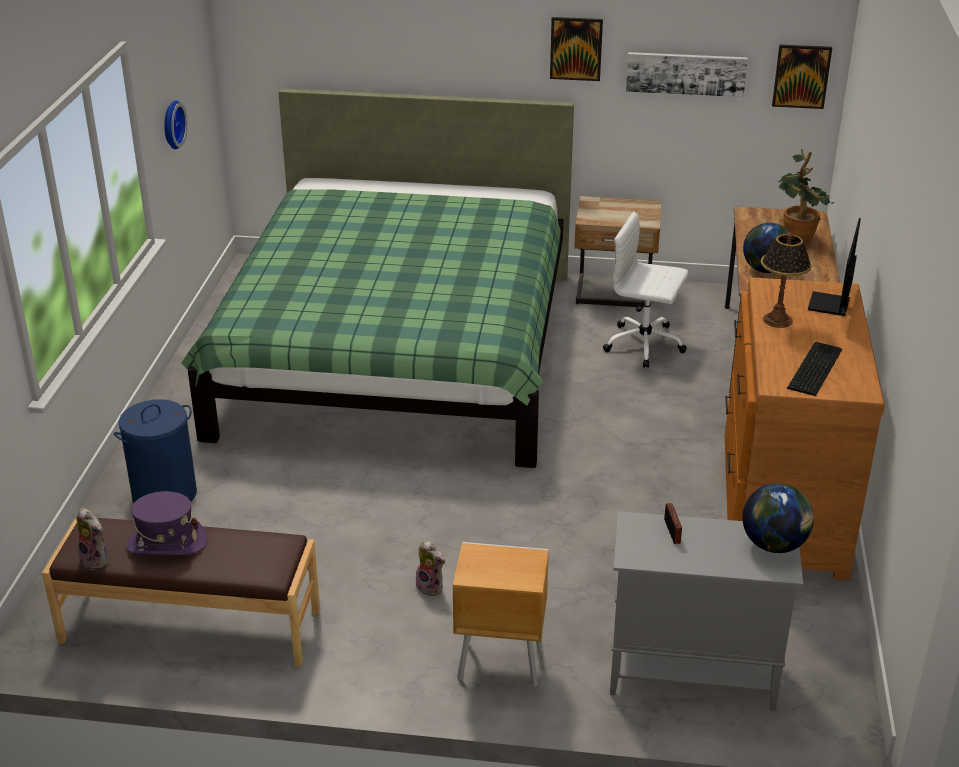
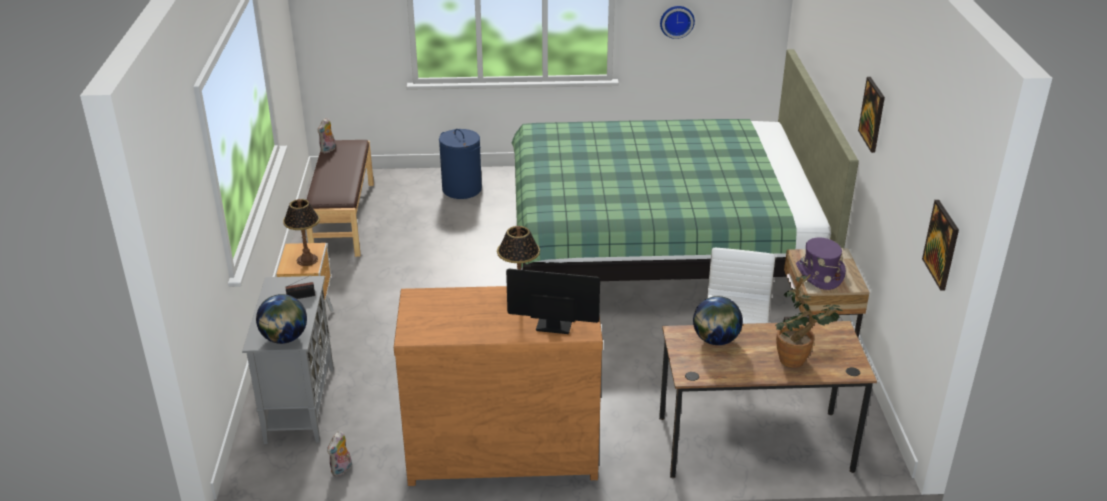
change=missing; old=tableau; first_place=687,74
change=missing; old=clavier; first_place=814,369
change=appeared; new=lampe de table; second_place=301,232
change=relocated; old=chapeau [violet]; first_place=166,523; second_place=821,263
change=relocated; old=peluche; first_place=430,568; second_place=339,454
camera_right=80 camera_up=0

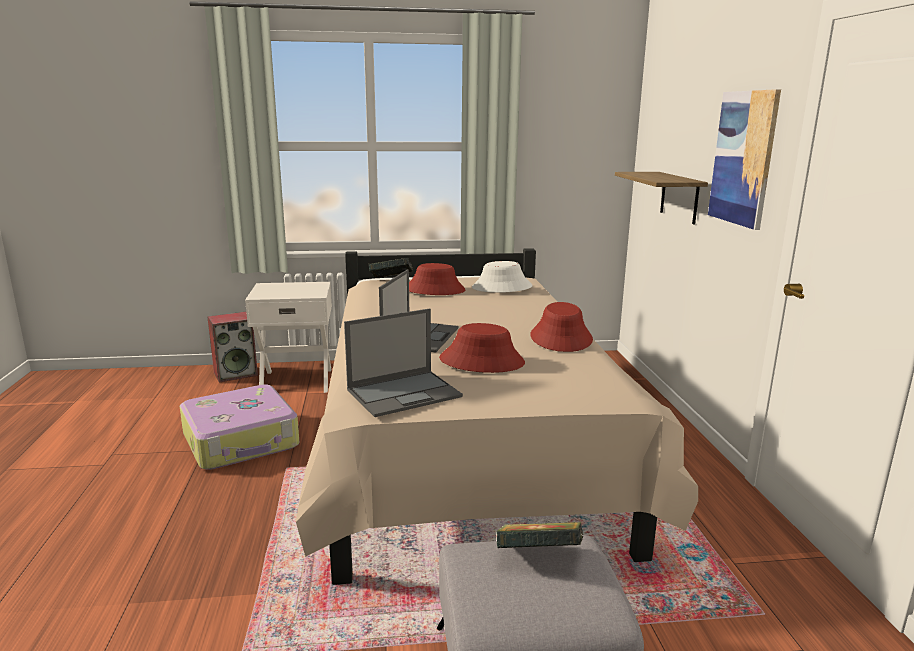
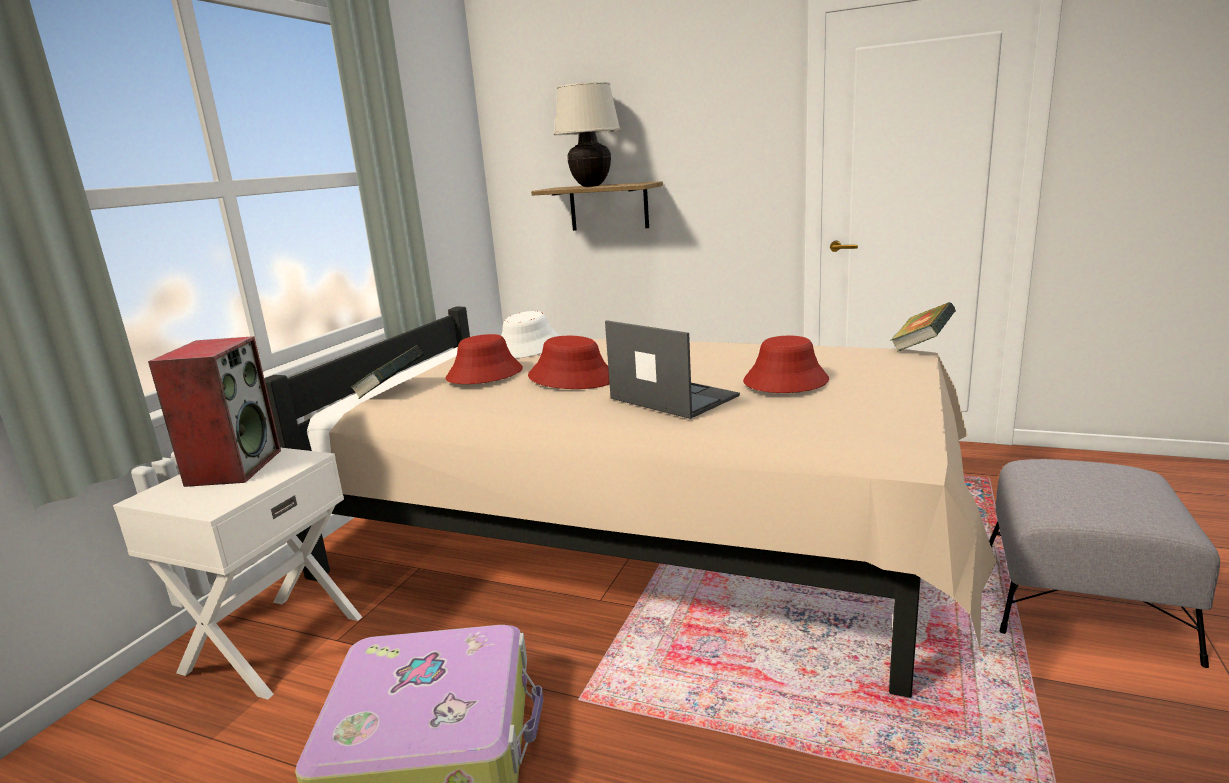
change=missing; old=ordinateur portable; first_place=403,362
change=missing; old=tableau; first_place=744,159
change=appeared; new=lampe de table [beige]; second_place=587,134
change=relocated; old=enceinte; first_place=233,347; second_place=214,411
change=relocated; old=livre; first_place=539,535; second_place=923,327
change=relocated; old=chapeau [rouge]; first_place=561,327; second_place=569,362
camera_right=-60 camera_up=0

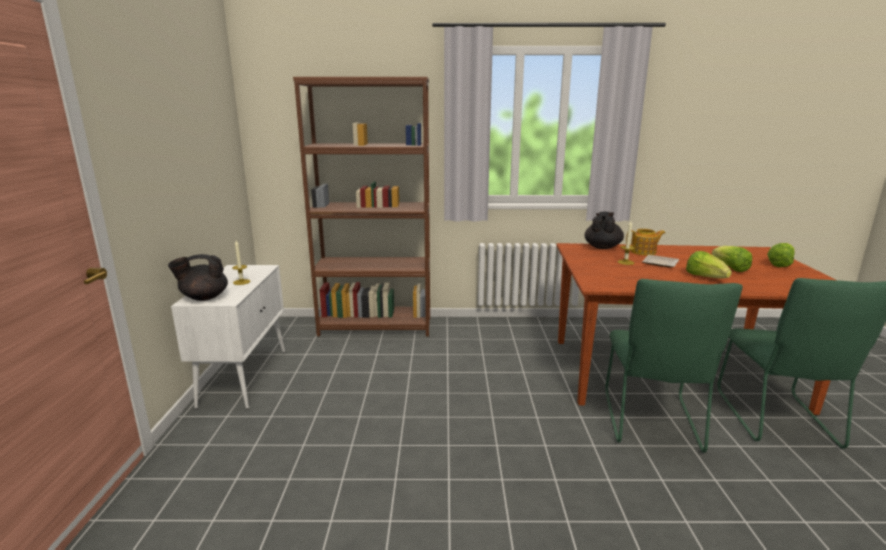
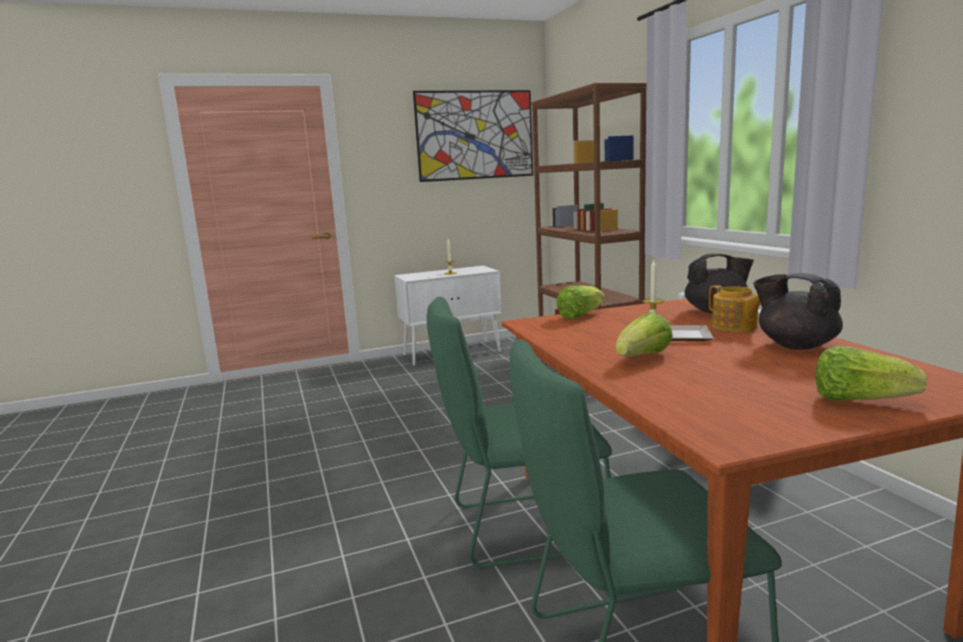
change=appeared; new=tableau; second_place=473,136
change=relocated; old=théière [noir]; first_place=198,277; second_place=798,311
change=relocated; old=laitue; first_place=732,259; second_place=580,302
camera_right=70 camera_up=-5

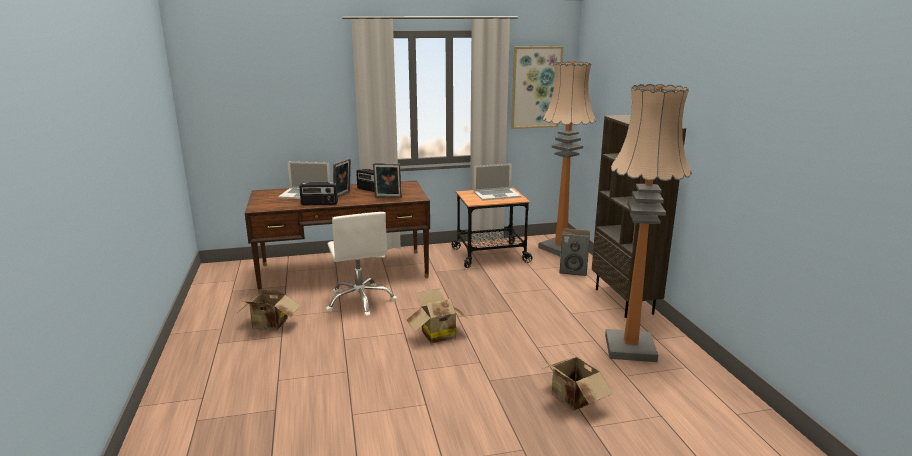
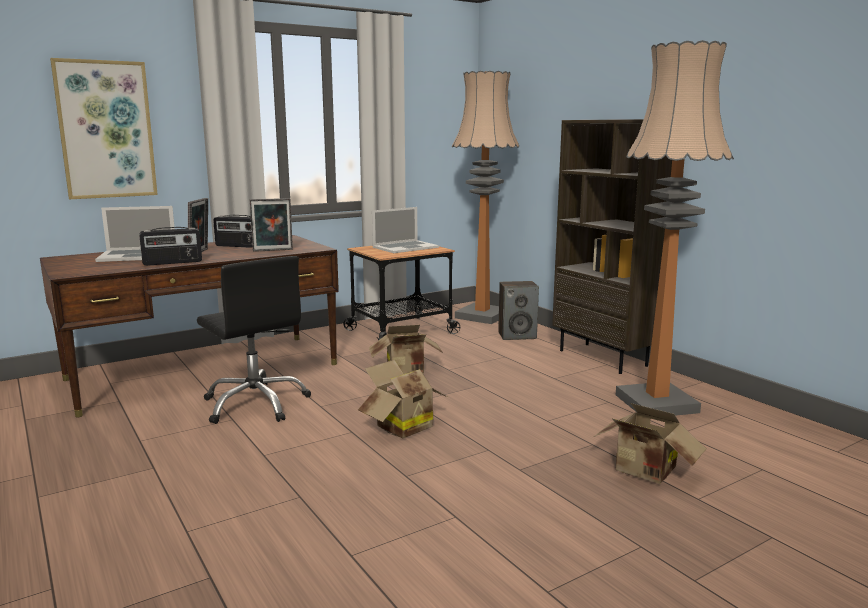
change=relocated; old=carton; first_place=269,310; second_place=406,349
change=relocated; old=tableau; first_place=537,87; second_place=104,128
change=colour; old=chaise de bureau [blanc]; new=chaise de bureau [noir]; first_place=361,264; second_place=254,340
camera_right=-20 camera_up=-5

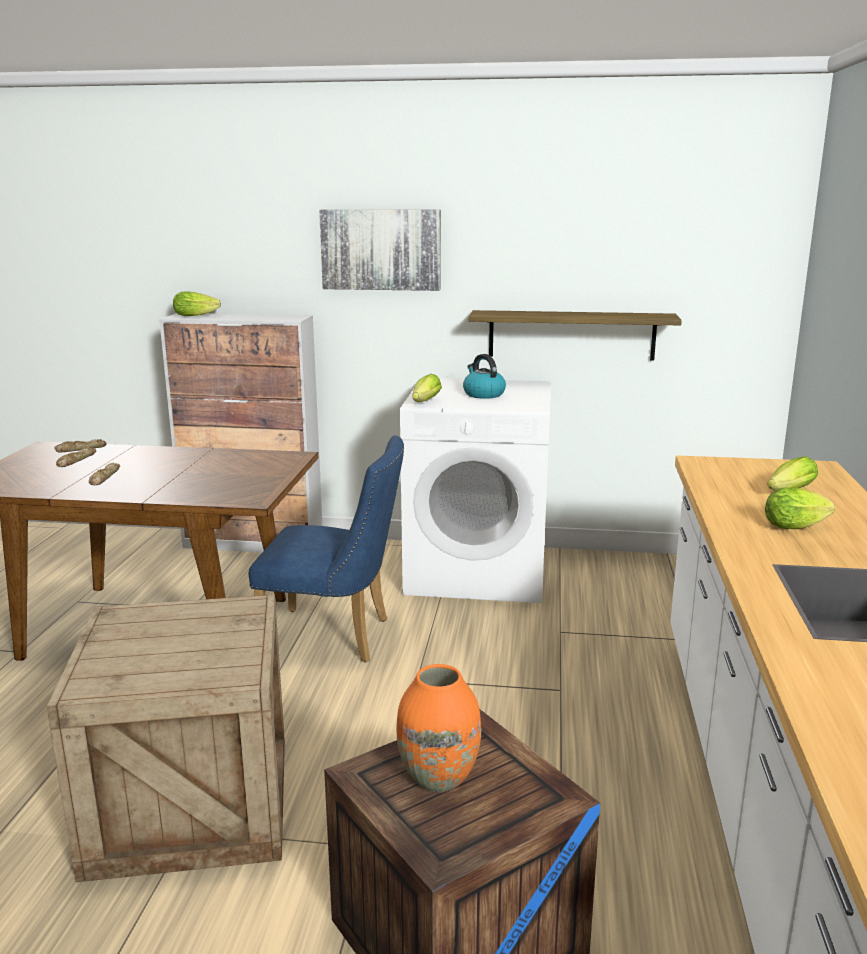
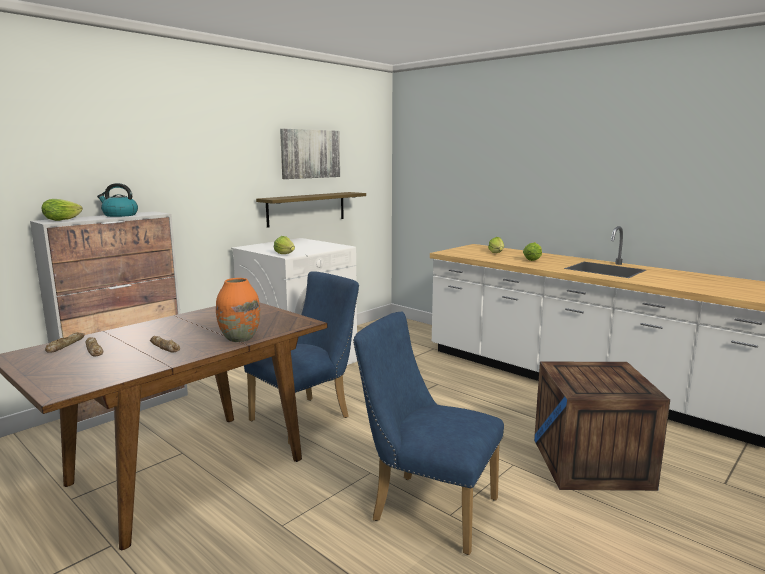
change=relocated; old=tableau; first_place=380,250; second_place=310,154
change=relocated; old=vase [orange]; first_place=439,728; second_place=238,310
change=relocated; old=bouilloire; first_place=484,376; second_place=117,200
change=exchanged; old=caisse; new=chaise [bleu]; first_place=165,738; second_place=428,433
camera_right=-55 camera_up=-5

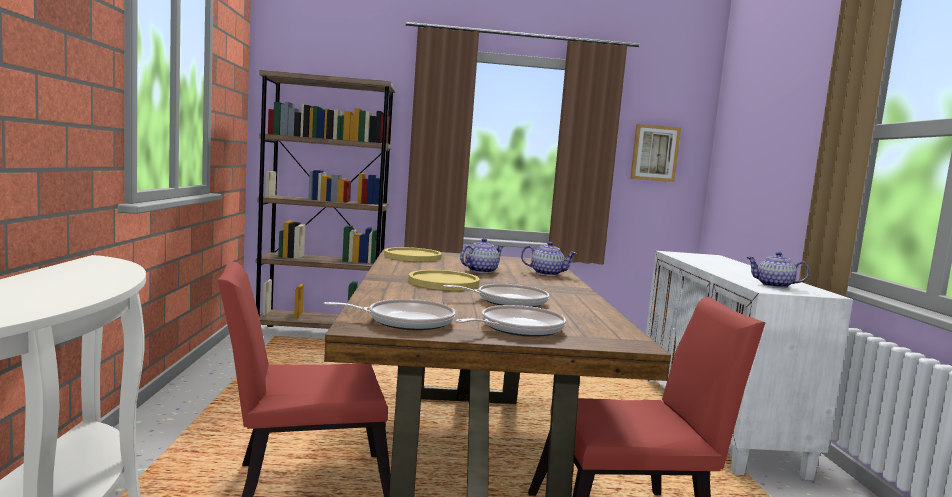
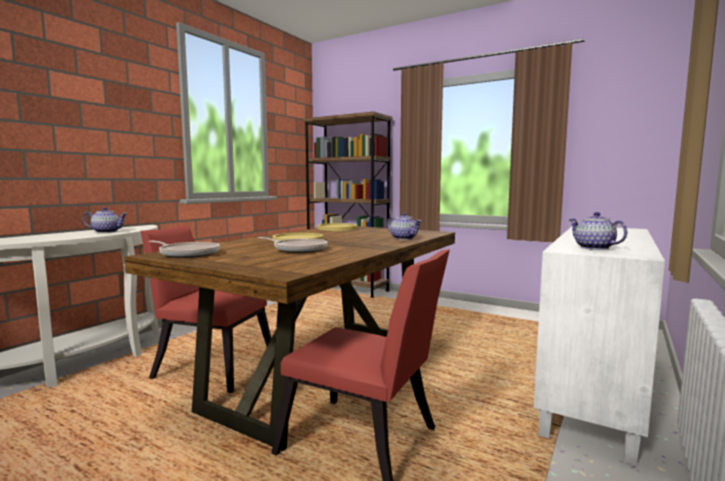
change=missing; old=poêle; first_place=510,321
change=missing; old=tableau; first_place=655,153
change=relocated; old=théière; first_place=482,255; second_place=104,220
camera_right=35 camera_up=0

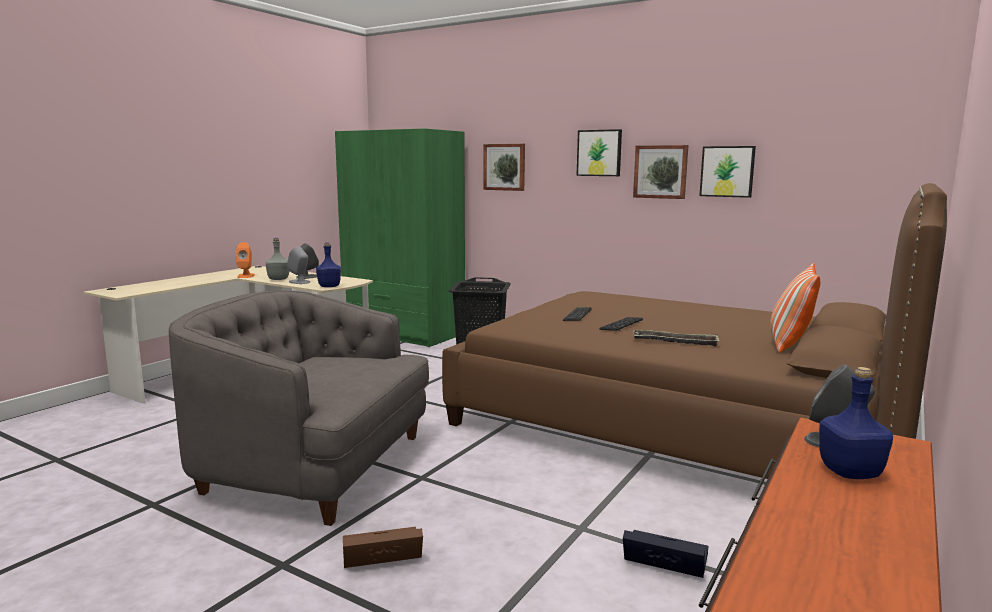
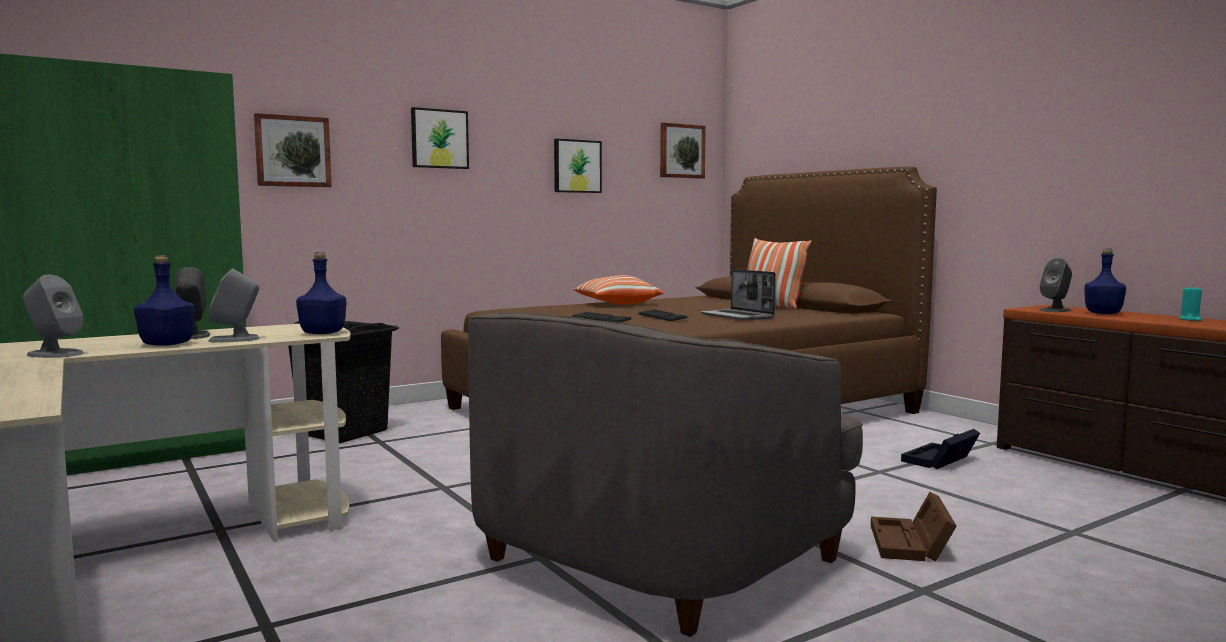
change=appeared; new=coussin; second_place=618,290
change=appeared; new=bougie [turquoise]; second_place=1190,303
change=relocated; old=tableau; first_place=661,172; second_place=683,151
change=exchanged; old=plateau; new=ordinateur portable; first_place=676,338; second_place=738,294
change=colour; old=enceinte [orange]; new=enceinte [gris]; first_place=245,260; second_place=53,316
change=colour; old=bouteille [gris]; new=bouteille [bleu]; first_place=277,259; second_place=164,300
camera_right=-65 camera_up=-5

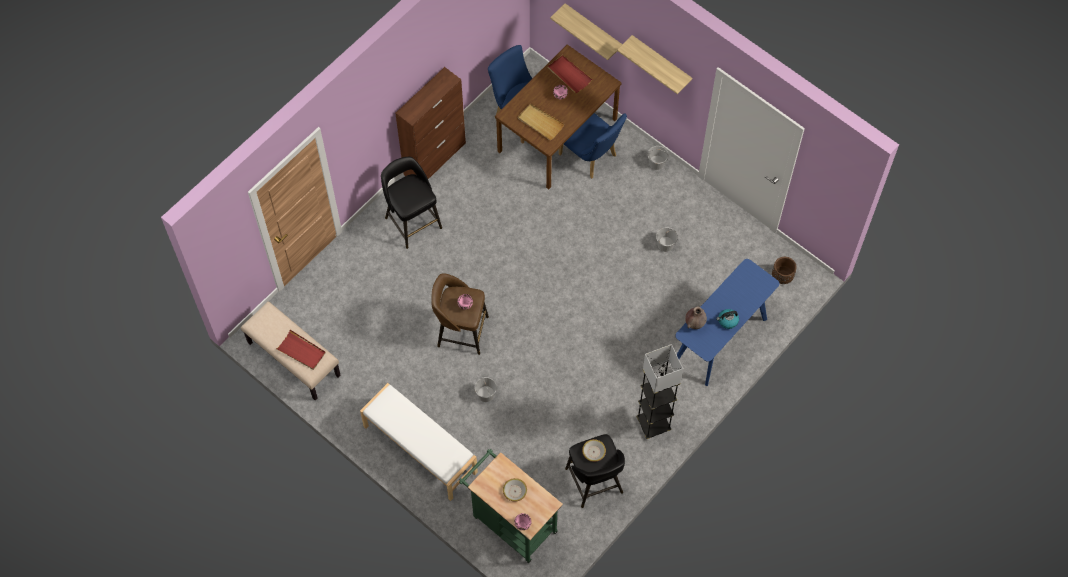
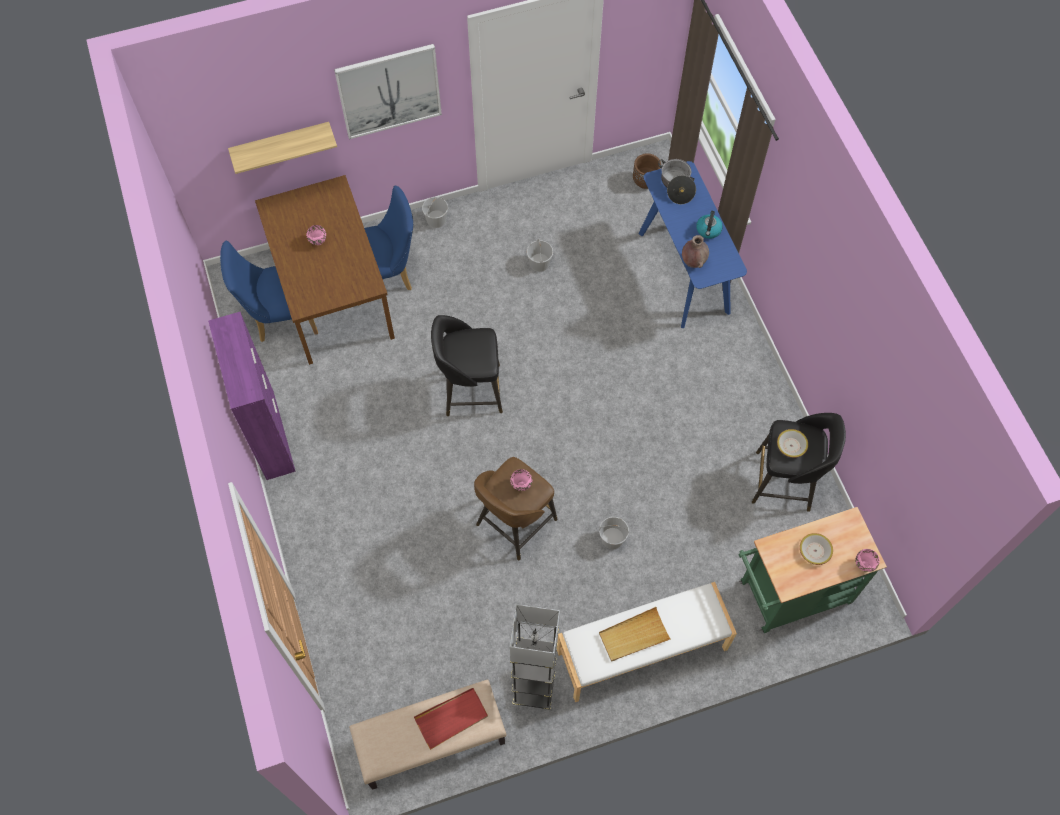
change=missing; old=plateau [rouge]; first_place=570,74
change=appeared; new=marmite; second_place=677,181
change=relocated; old=tabouret [noir]; first_place=411,203; second_place=467,365
change=relocated; old=plateau [beige]; first_place=541,121; second_place=635,634
change=relocated; old=lampadaire [gris]; first_place=659,391; second_place=535,657
change=exchanged; old=étagère; new=tableau; first_place=654,64; second_place=388,91
change=colour; old=meuble de rangement [marron]; new=meuble de rangement [violet]; first_place=430,123; second_place=252,396
camera_right=-60 camera_up=0

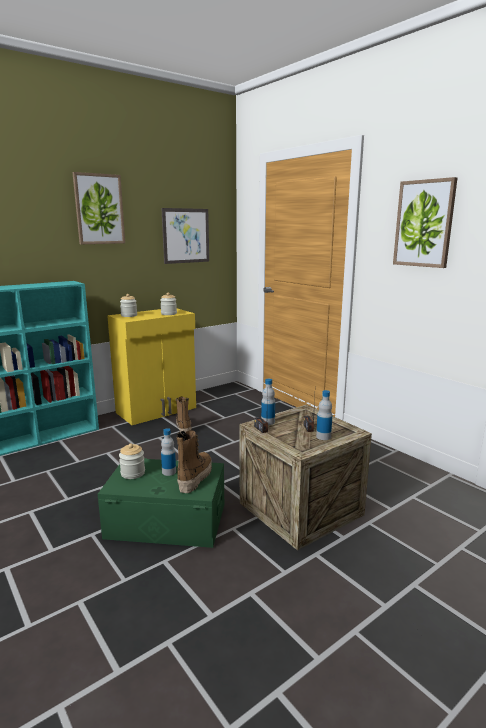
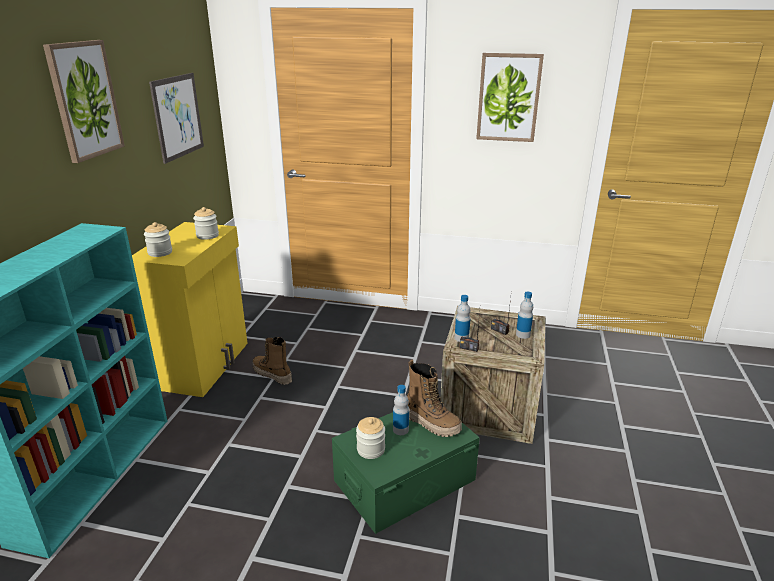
change=spun; old=botte; first_place=194,461; second_place=434,398; degrees=150
camera_right=-40 camera_up=10

